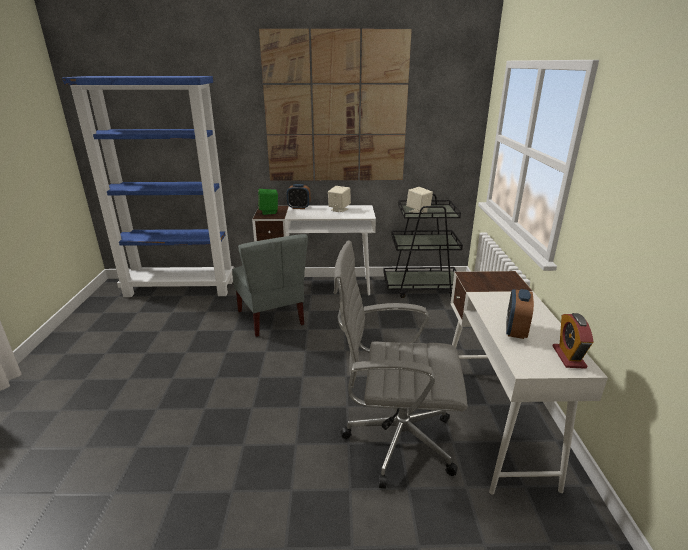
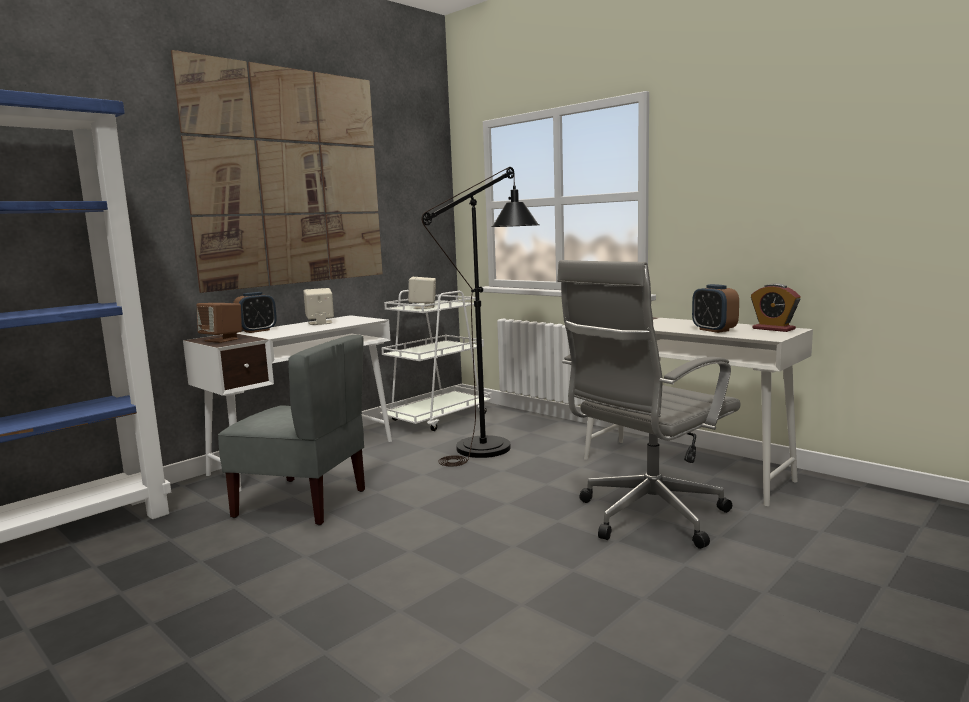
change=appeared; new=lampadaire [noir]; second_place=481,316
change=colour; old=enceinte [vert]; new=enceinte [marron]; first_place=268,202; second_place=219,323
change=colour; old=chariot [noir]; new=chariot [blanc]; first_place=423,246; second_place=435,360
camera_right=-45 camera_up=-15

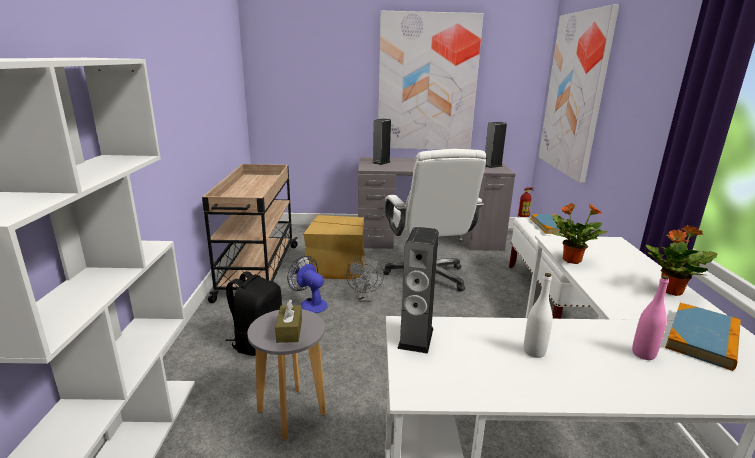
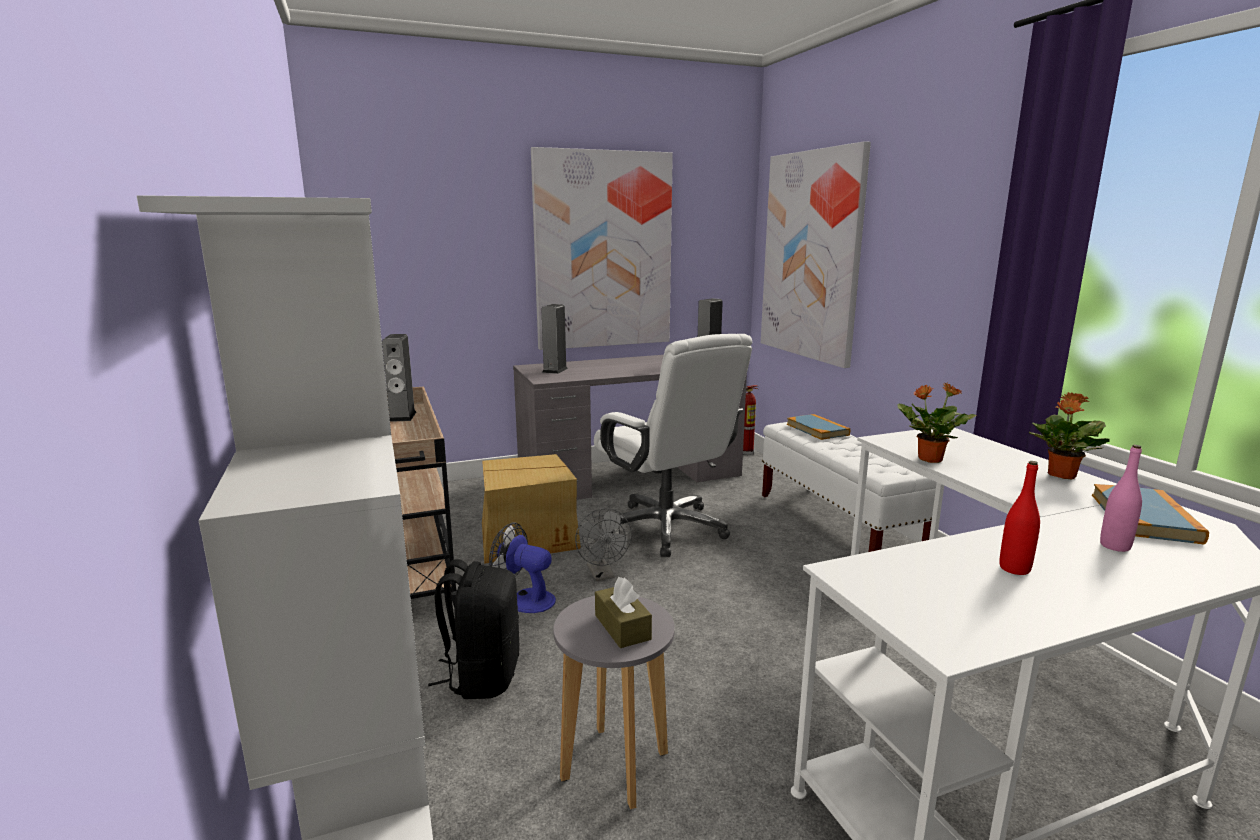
change=relocated; old=enceinte; first_place=418,290; second_place=399,378
change=colour; old=bouteille [blanc]; new=bouteille [rouge]; first_place=538,315; second_place=1019,518
camera_right=-20 camera_up=-5

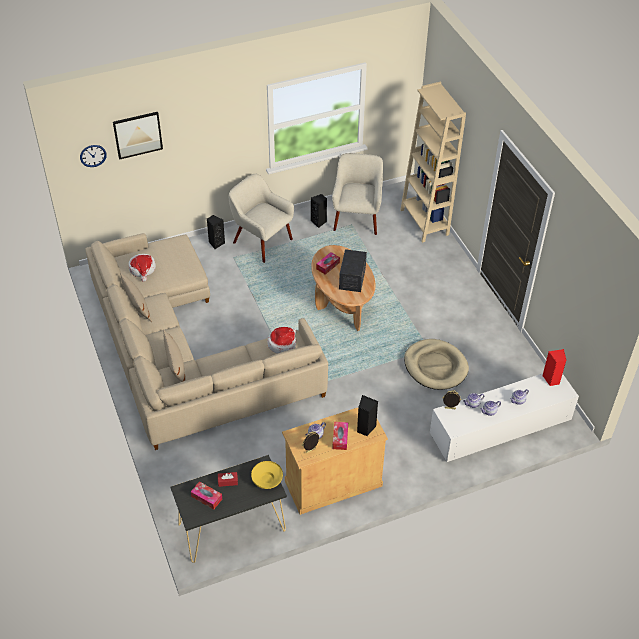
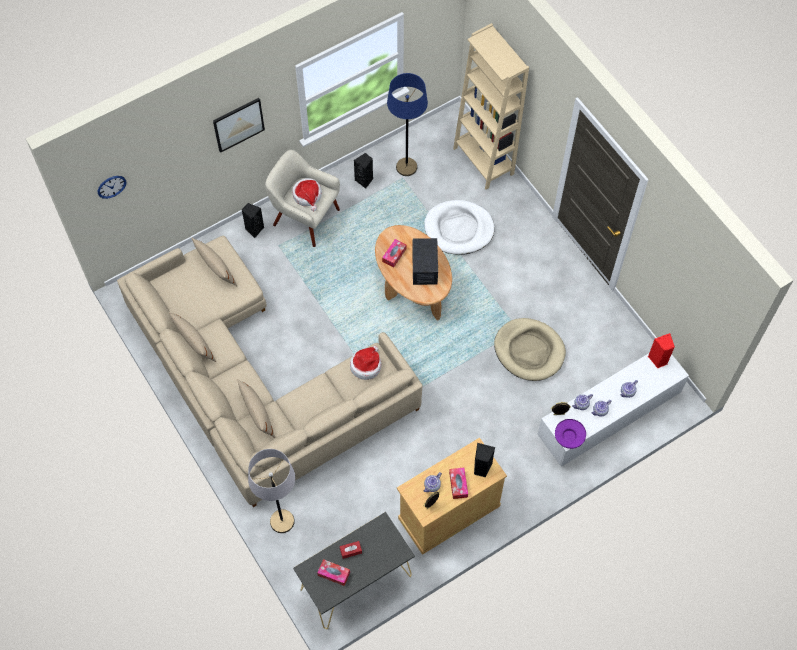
change=missing; old=bol [jaune]; first_place=267,475
change=appeared; new=coussin [beige]; second_place=214,261
change=appeared; new=lampadaire [gris]; second_place=271,491
change=appeared; new=panier pour chien [blanc]; second_place=459,227
change=appeared; new=bol [violet]; second_place=570,434
change=relocated; old=tableau; first_place=138,136; second_place=239,125
change=relocated; old=chapeau; first_place=142,268; second_place=307,194
change=exchanged; old=fauteuil [beige]; new=lampadaire [bleu]; first_place=357,194; second_place=407,124
camera_right=-10 camera_up=15

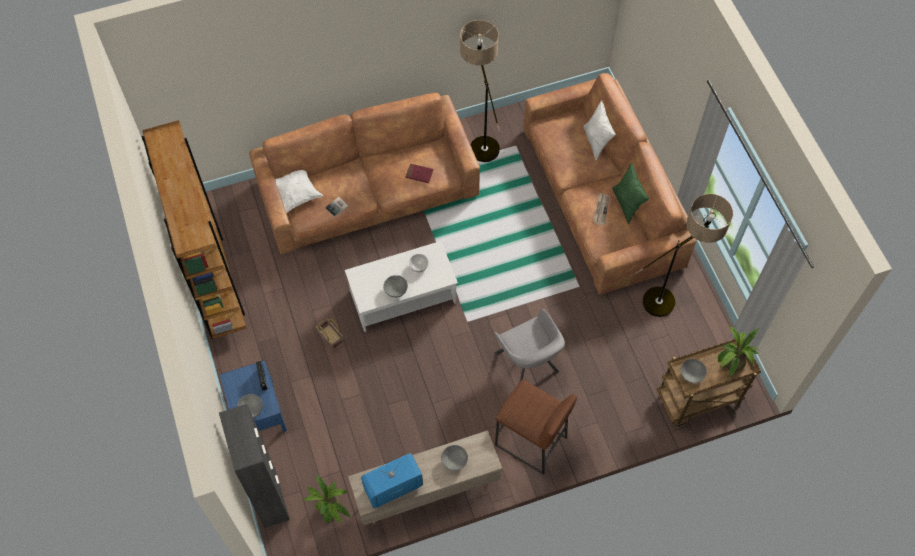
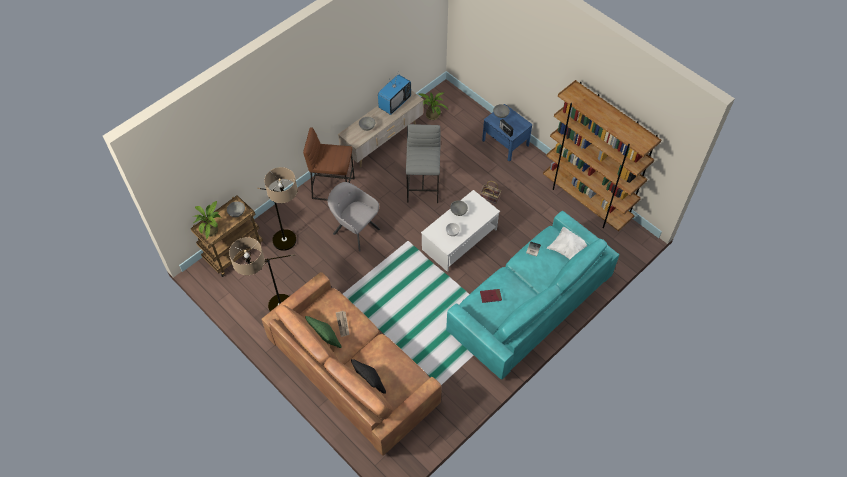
change=missing; old=meuble de rangement [noir]; first_place=254,466
change=appeared; new=tabouret [gris]; second_place=423,163
change=relocated; old=lampadaire; first_place=480,91; second_place=277,209
change=colour; old=canapé [marron]; new=canapé [turquoise]; first_place=364,173; second_place=532,295
change=colour; old=coussin [blanc]; new=coussin [noir]; first_place=599,130; second_place=368,376
camera_right=155 camera_up=-5

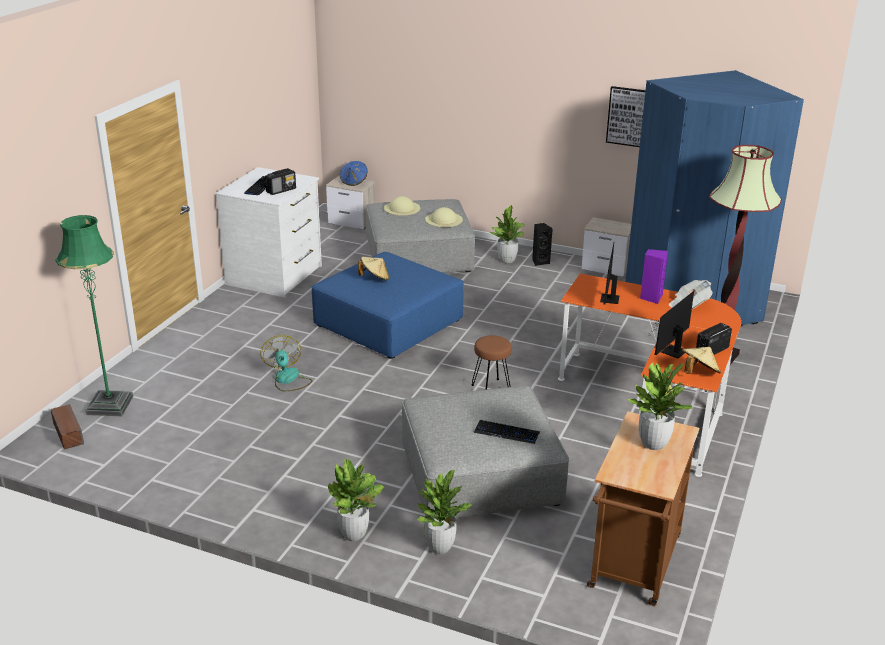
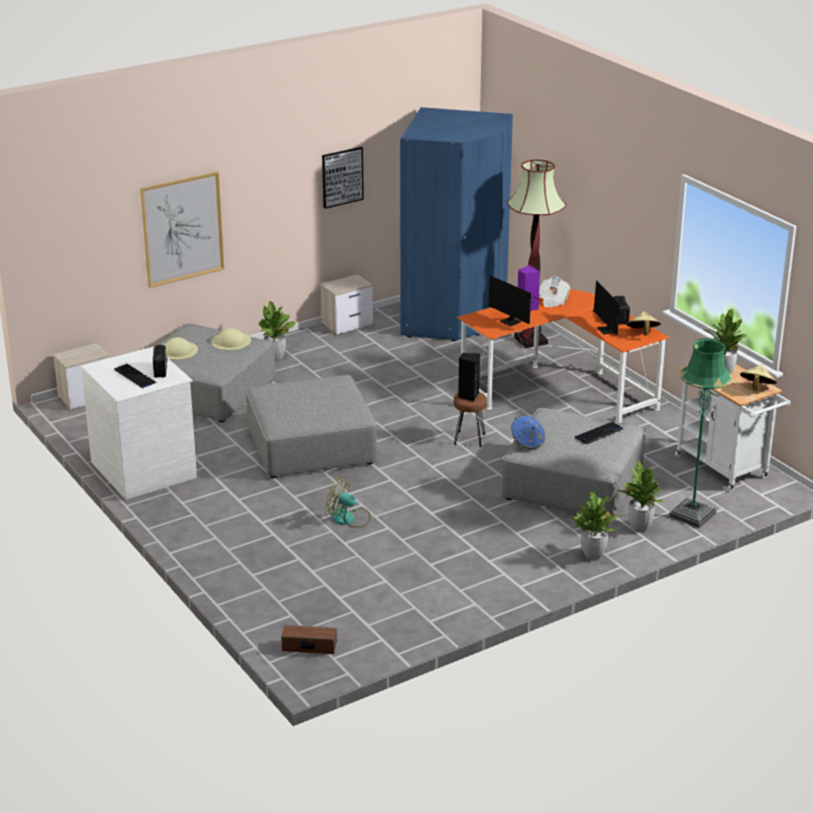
change=appeared; new=tableau; second_place=182,230
change=relocated; old=lampadaire [vert]; first_place=94,315; second_place=700,433
change=relocated; old=chapeau [bleu]; first_place=354,173; second_place=528,432
change=relocated; old=chapeau [beige]; first_place=373,268; second_place=758,378
change=relocated; old=enceinte [noir]; first_place=542,244; second_place=469,377
change=colour; old=pouf [bleu]; new=pouf [gris]; first_place=387,305; second_place=311,426
change=colour; old=chariot [marron]; new=chariot [blanc]; first_place=643,509; second_place=733,427
camera_right=-55 camera_up=0

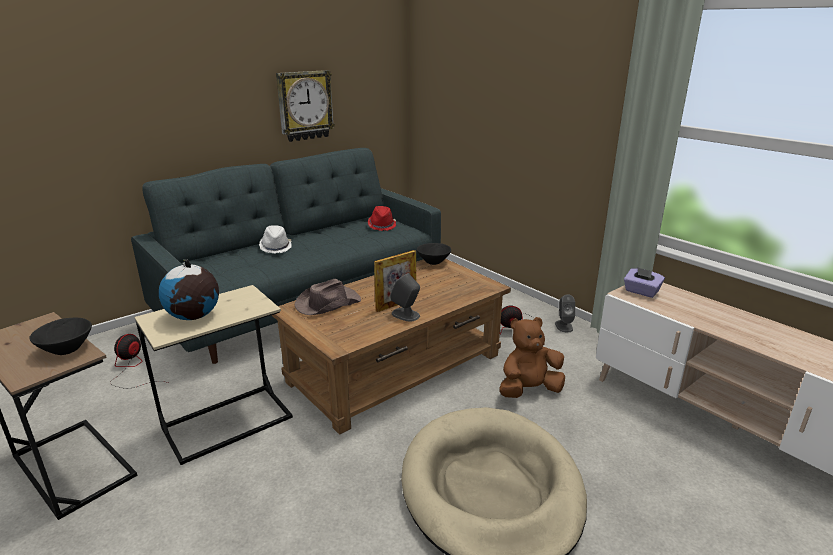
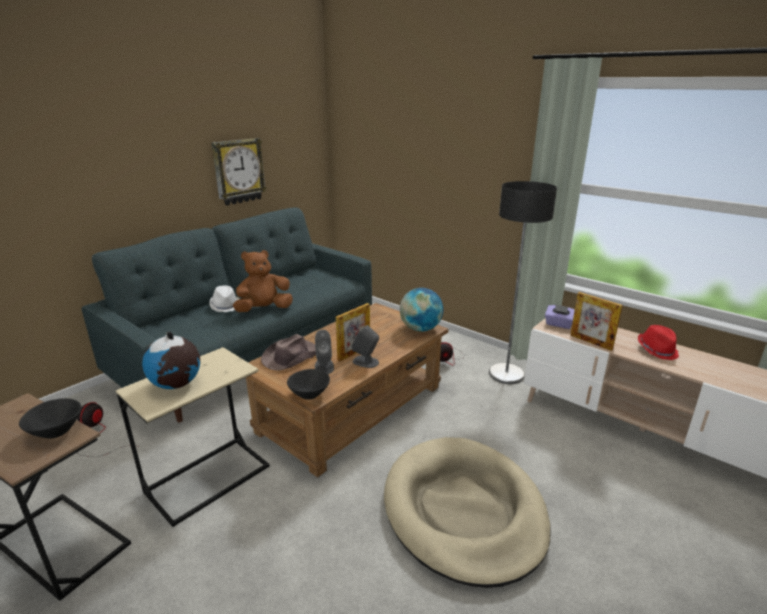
change=appeared; new=globe; second_place=422,310
change=appeared; new=lampadaire; second_place=523,282
change=appeared; new=cadre photo; second_place=596,321
change=relocated; old=chapeau [rouge]; first_place=382,218; second_place=658,342
change=relocated; old=bol [noir]; first_place=434,254; second_place=308,384
change=relocated; old=peluche [marron]; first_place=532,357; second_place=263,281
change=relocated; old=enceinte [gris]; first_place=565,313; second_place=324,352
camera_right=-10 camera_up=0

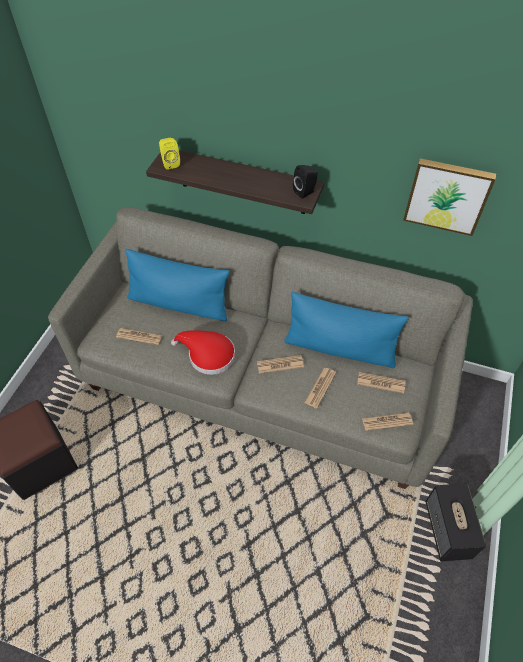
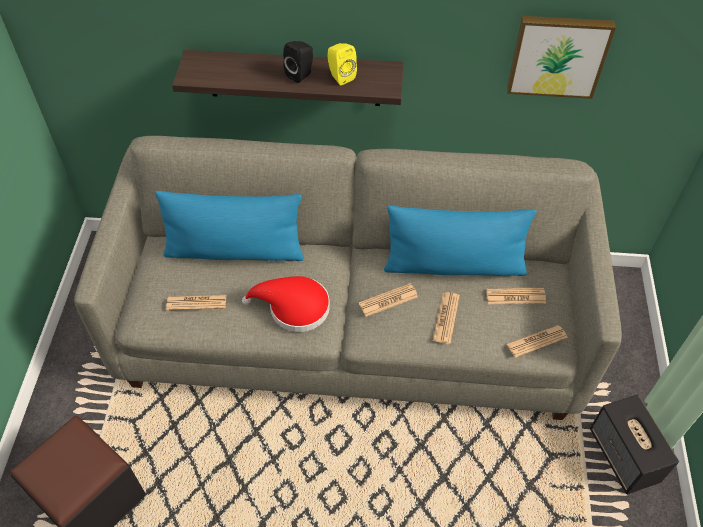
change=relocated; old=enceinte [jaune]; first_place=169,154; second_place=342,64
change=relocated; old=enceinte [noir]; first_place=305,182; second_place=298,62
camera_right=-15 camera_up=0

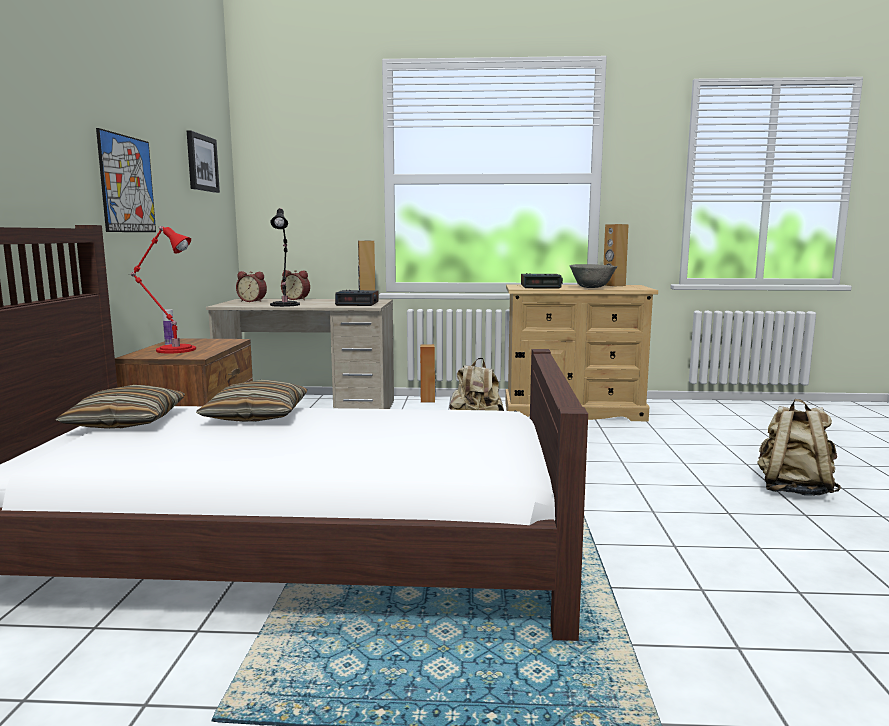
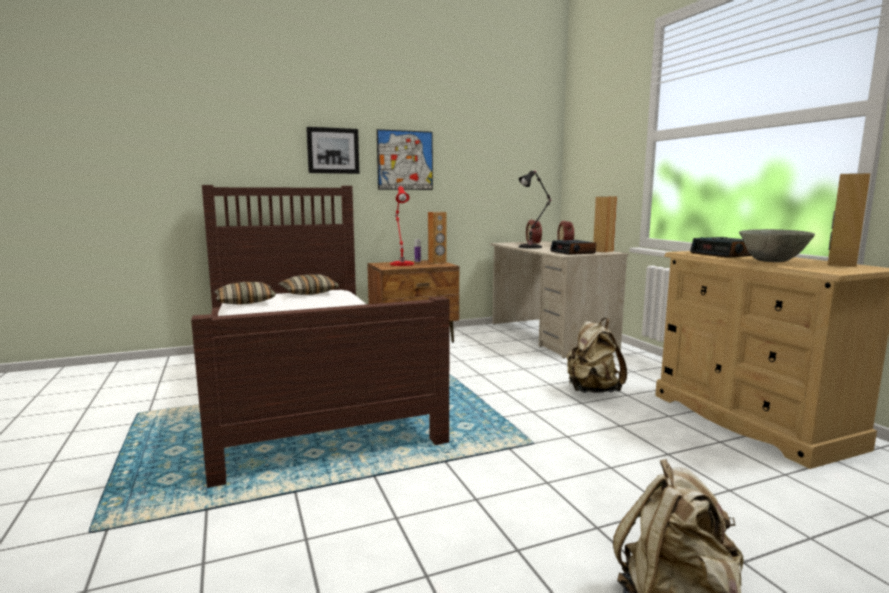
change=relocated; old=tableau; first_place=203,162; second_place=332,150
change=relocated; old=coussin; first_place=251,401; second_place=245,293
change=relocated; old=enceinte [marron]; first_place=428,373; second_place=437,238
camera_right=65 camera_up=0

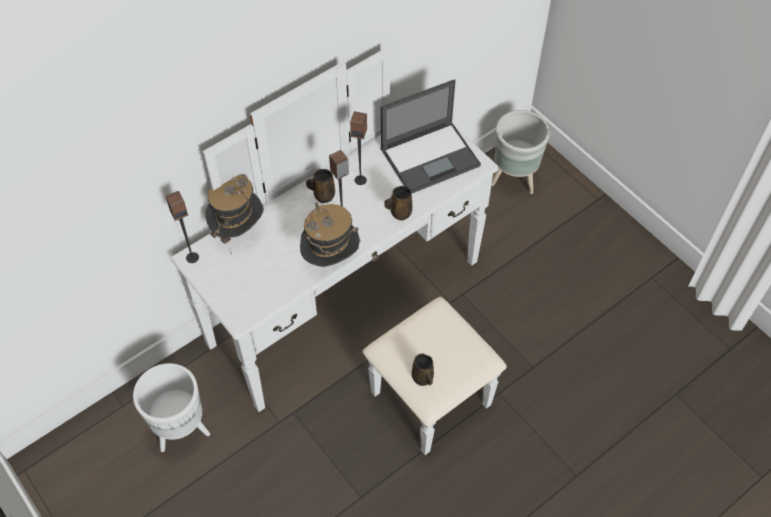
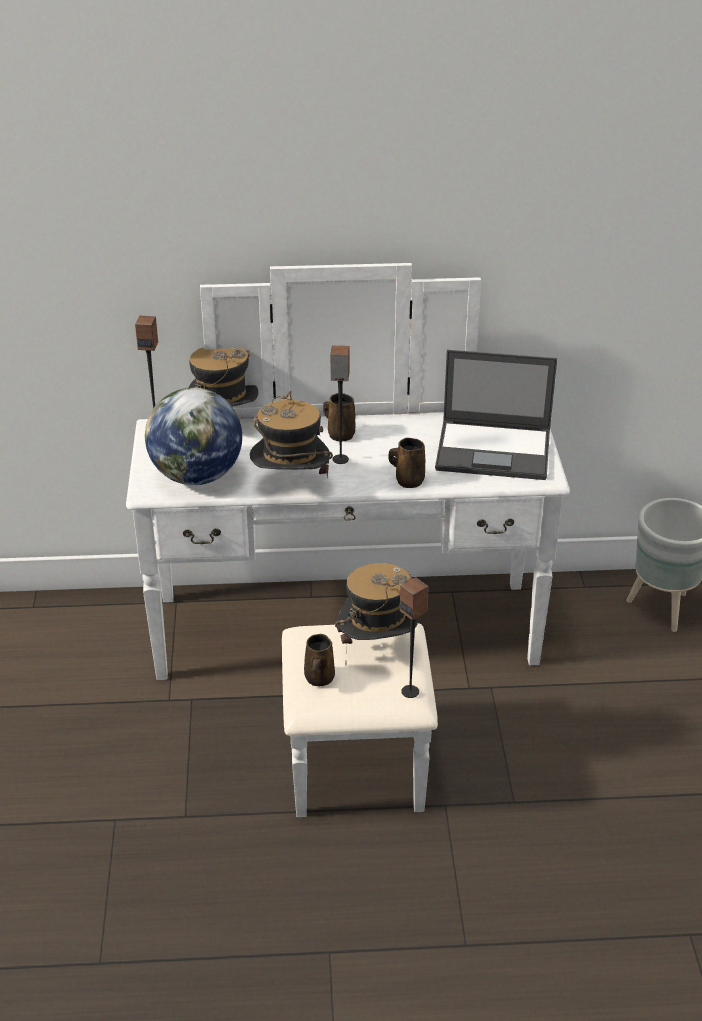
change=missing; old=cache-pot [blanc]; first_place=171,407
change=appeared; new=globe; second_place=193,436
change=appeared; new=chapeau; second_place=377,613
change=relocated; old=enceinte; first_place=358,148; second_place=414,637
camera_right=35 camera_up=-20

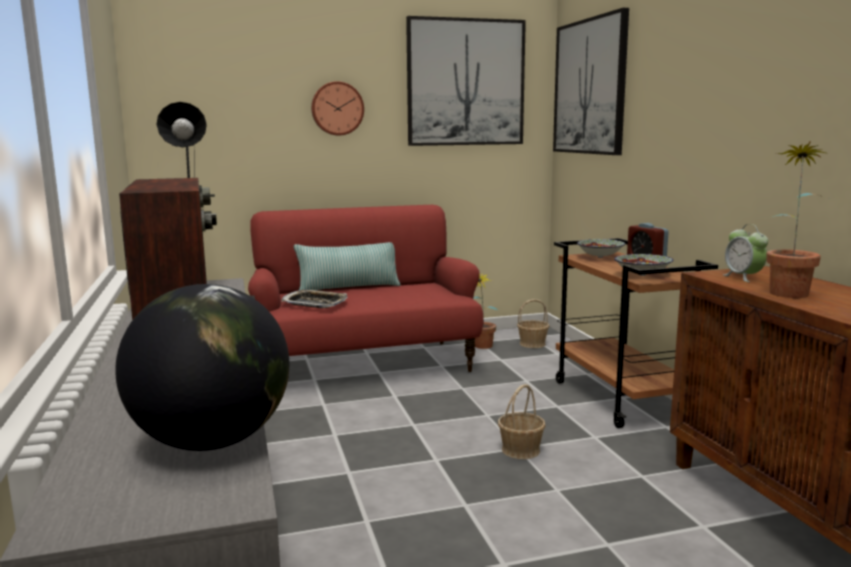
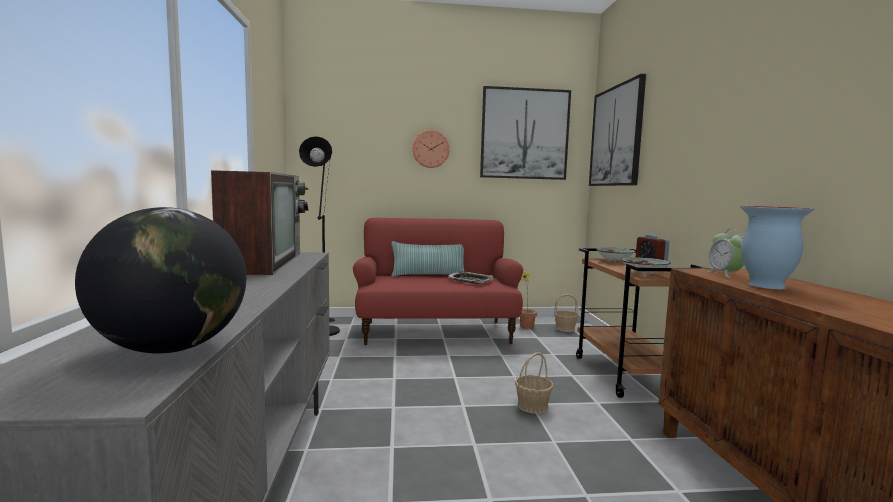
change=relocated; old=plateau; first_place=314,299; second_place=470,277
change=exchanged; old=plante en pot; new=vase; first_place=797,219; second_place=777,247
camera_right=10 camera_up=-5

